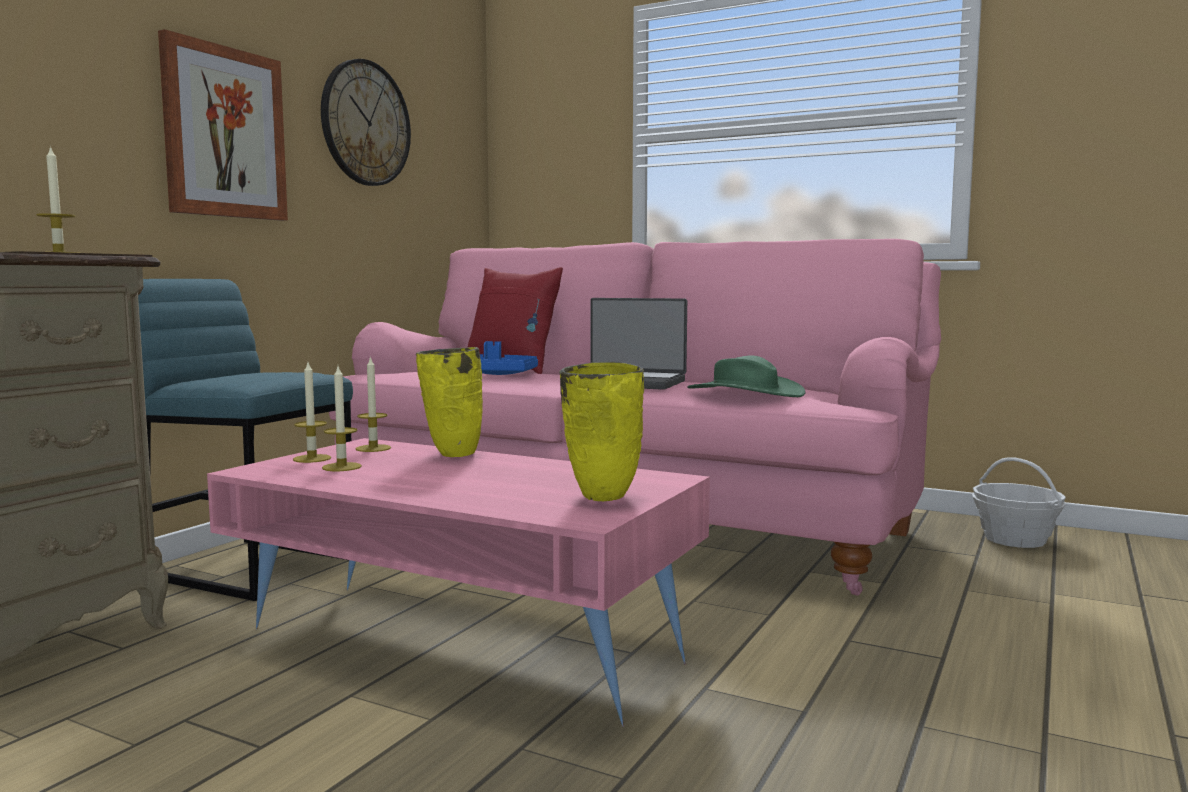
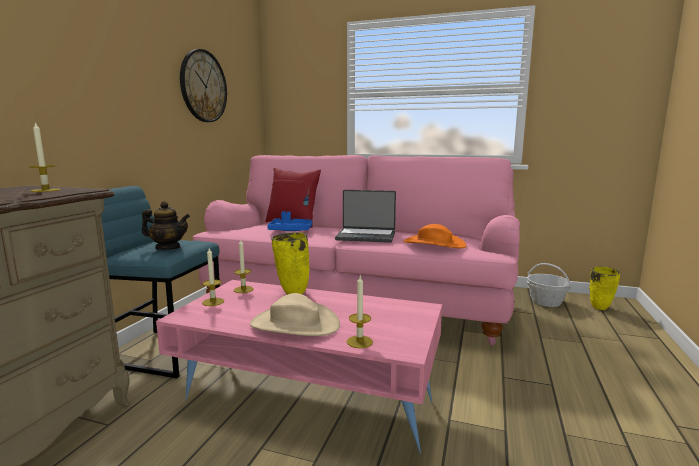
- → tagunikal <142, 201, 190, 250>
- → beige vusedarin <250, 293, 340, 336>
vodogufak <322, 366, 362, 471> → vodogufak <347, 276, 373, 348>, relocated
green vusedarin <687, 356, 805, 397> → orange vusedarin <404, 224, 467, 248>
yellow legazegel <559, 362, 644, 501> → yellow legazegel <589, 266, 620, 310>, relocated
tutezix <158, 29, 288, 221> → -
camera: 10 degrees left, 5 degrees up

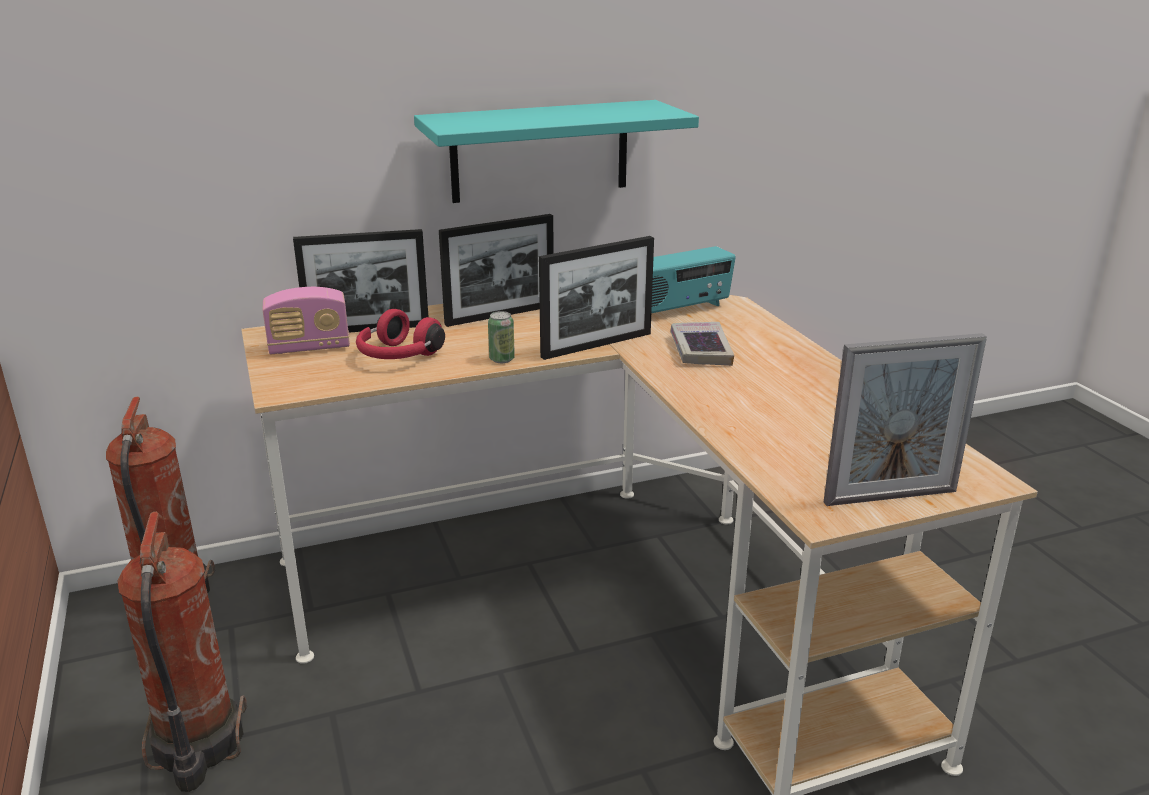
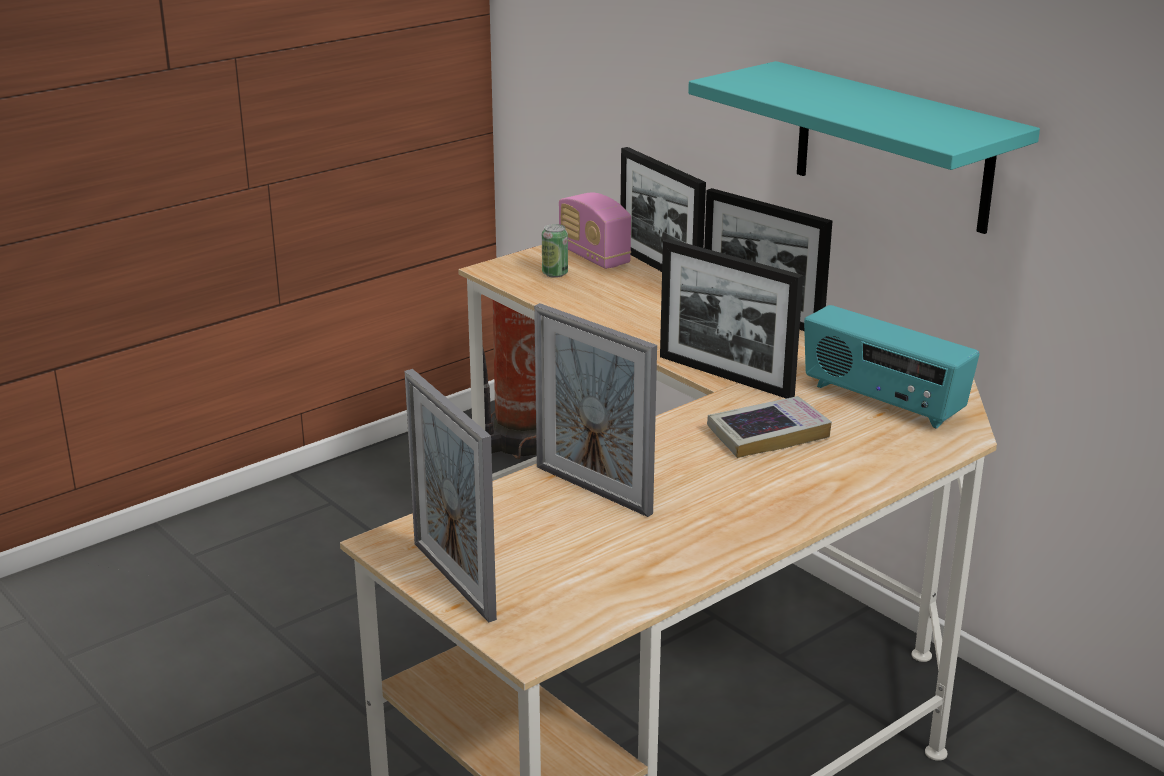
- → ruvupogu <534, 303, 657, 517>
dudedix <488, 311, 515, 363> → dudedix <542, 224, 568, 278>, relocated
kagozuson <118, 512, 247, 792> → -
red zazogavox <356, 309, 445, 359> → -
camera: 70 degrees right, 0 degrees up

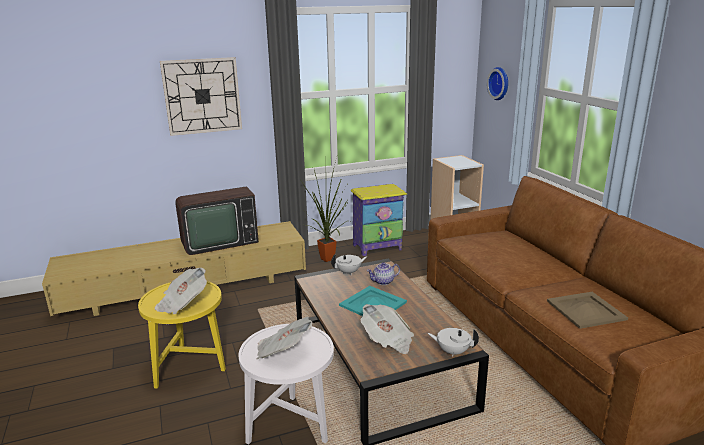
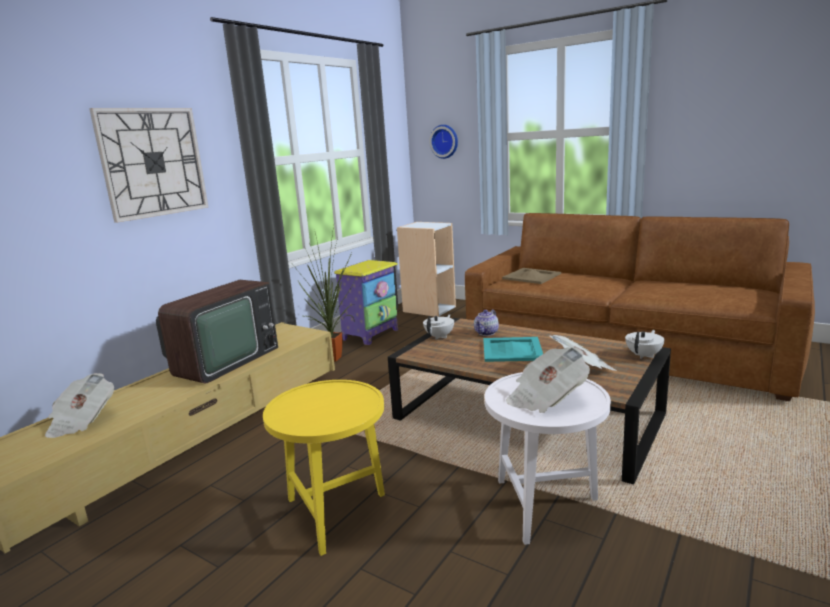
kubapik <154, 268, 207, 314> → kubapik <45, 373, 114, 438>, relocated
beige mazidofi <547, 292, 628, 329> → beige mazidofi <502, 268, 561, 284>, relocated
white tagunikal <428, 328, 479, 357> → white tagunikal <625, 330, 665, 359>, 150 degrees clockwise
camera: 35 degrees left, 5 degrees down

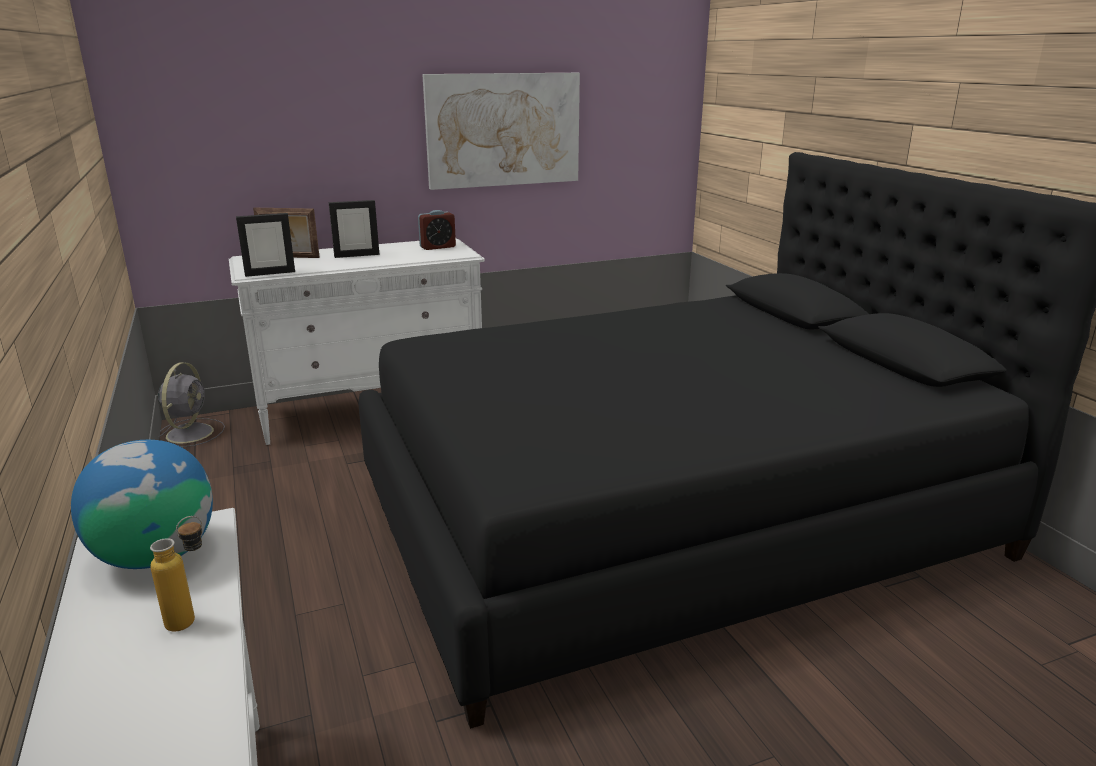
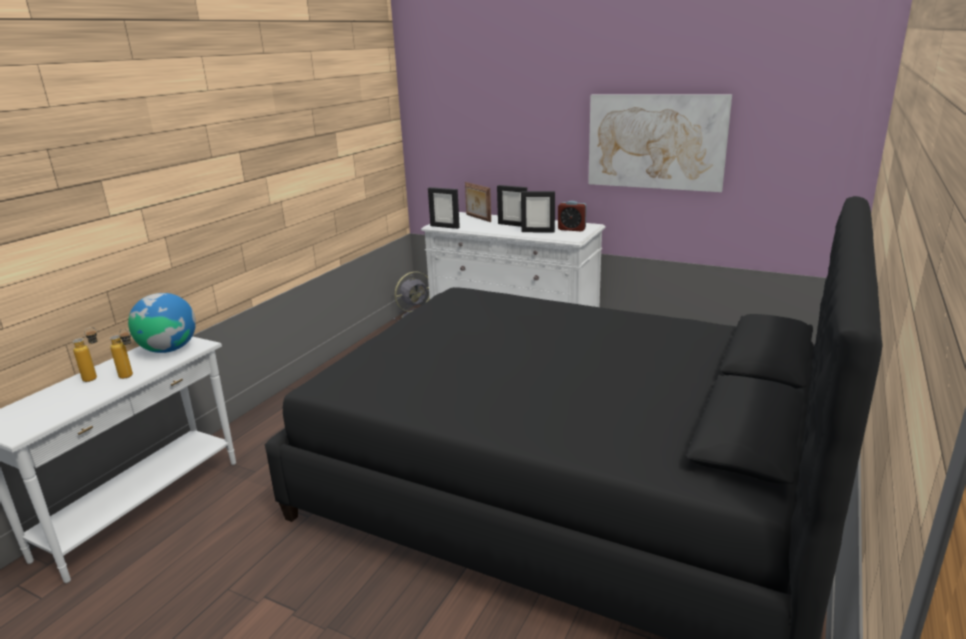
- → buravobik <72, 327, 97, 382>
- → ruvupogu <521, 191, 555, 233>
camera: 50 degrees right, 0 degrees up

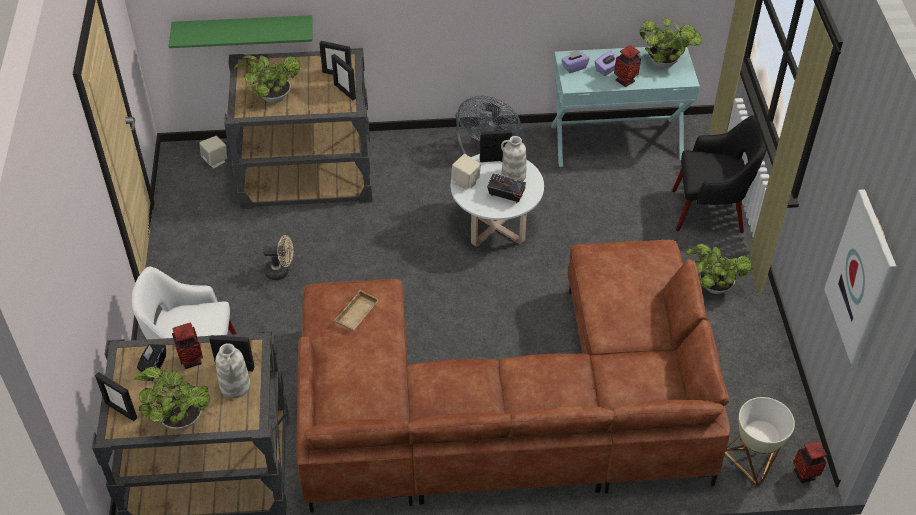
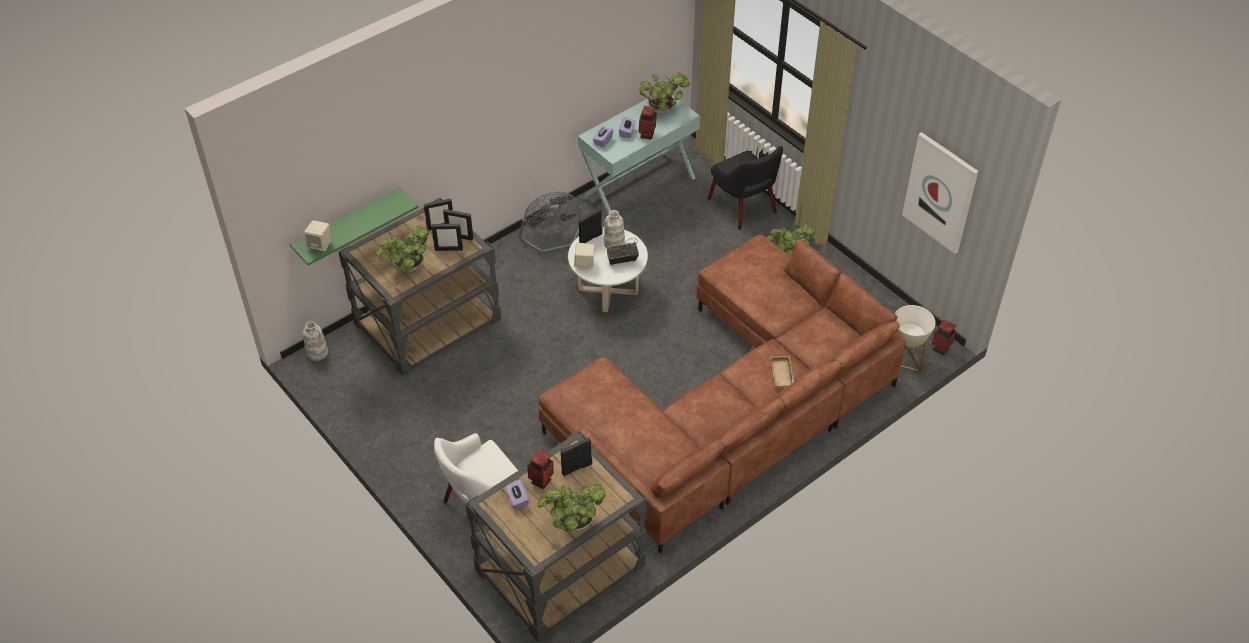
white legazegel <215, 343, 251, 398> → white legazegel <303, 321, 328, 361>, relocated
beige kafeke <199, 136, 227, 168> → beige kafeke <304, 220, 332, 251>, relocated
ruvupogu <95, 372, 137, 421> → ruvupogu <431, 224, 463, 251>, relocated
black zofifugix <137, 344, 166, 372> → purple zofifugix <506, 479, 529, 509>
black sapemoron <672, 115, 767, 233> → black sapemoron <708, 146, 783, 230>, 90 degrees clockwise
beige mazidofi <335, 290, 379, 330> → beige mazidofi <770, 356, 794, 388>, relocated
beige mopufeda <263, 235, 293, 280> → -
camera: 35 degrees left, 0 degrees up

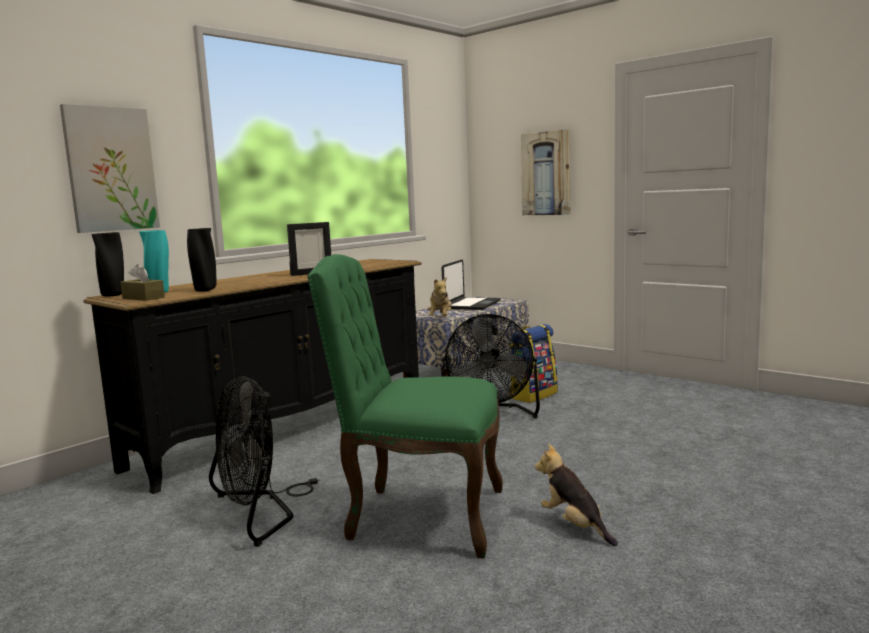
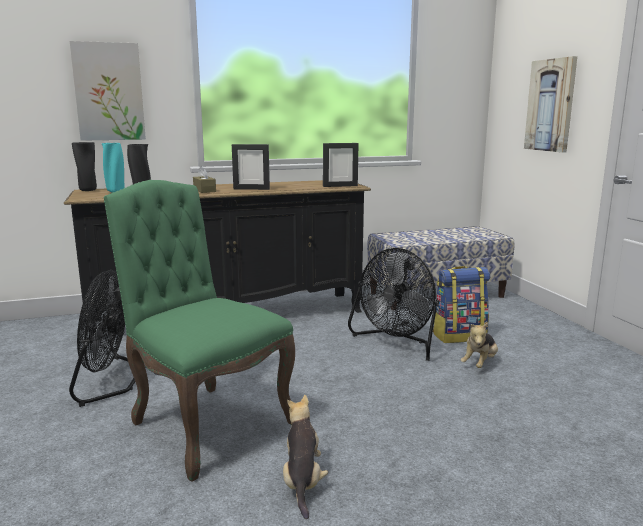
brown zofifugix <120, 264, 165, 301> → brown zofifugix <193, 166, 216, 193>, relocated
- → ruvupogu <323, 143, 359, 187>
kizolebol <427, 277, 452, 316> → kizolebol <460, 323, 498, 368>, relocated
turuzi <442, 260, 501, 310> → -
camera: 30 degrees right, 5 degrees up

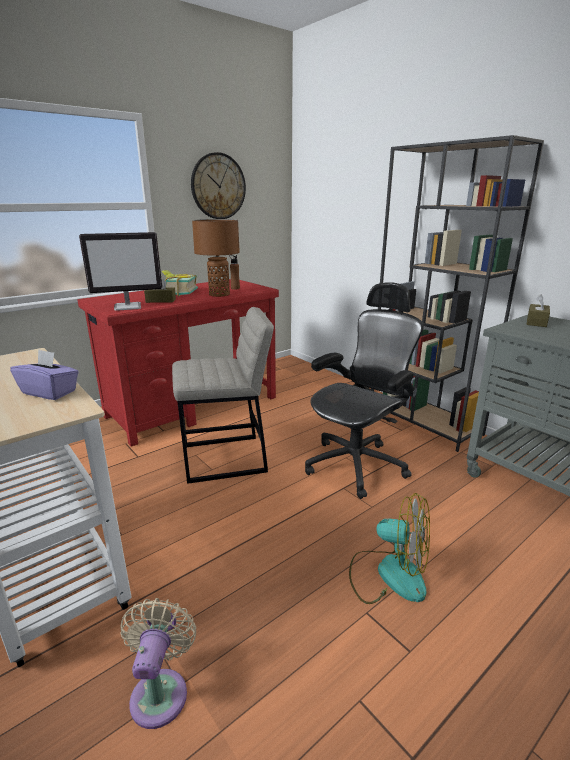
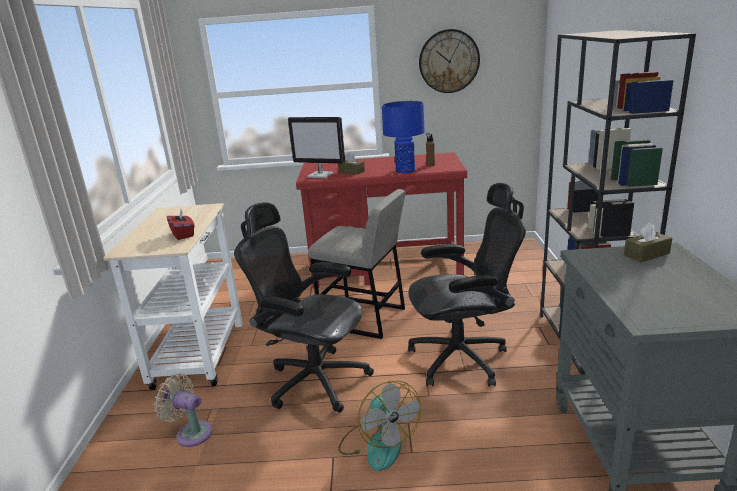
beige mopufeda <120, 598, 196, 729> → beige mopufeda <154, 374, 213, 447>, 105 degrees counterclockwise
purple zofifugix <10, 349, 79, 400> → red zofifugix <167, 210, 195, 240>
- → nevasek <234, 202, 374, 413>
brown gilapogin <192, 219, 240, 297> → blue gilapogin <382, 101, 425, 173>
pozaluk <162, 270, 198, 296> → -
camera: 40 degrees right, 0 degrees up

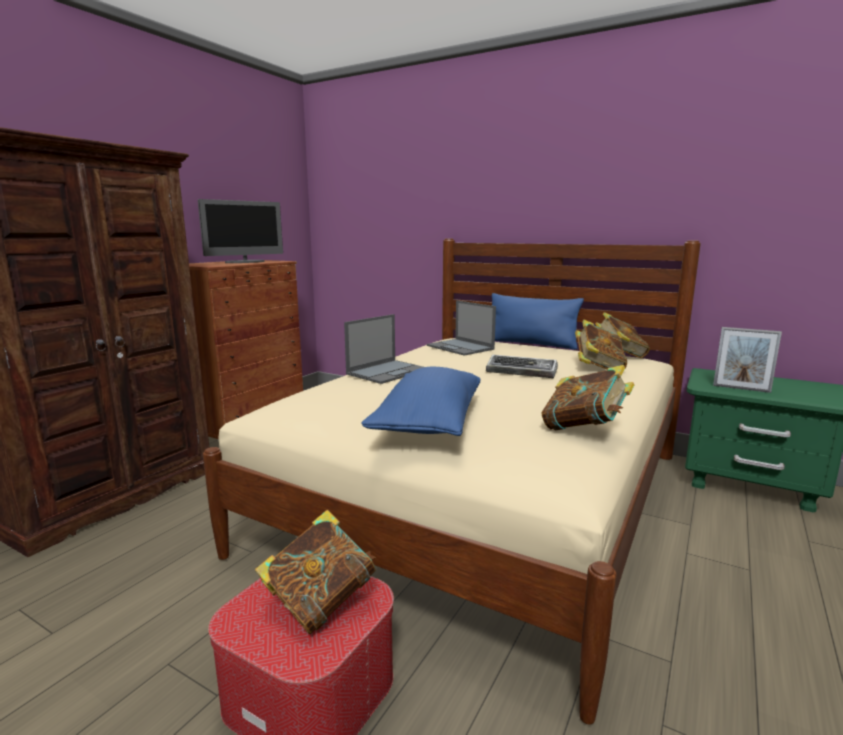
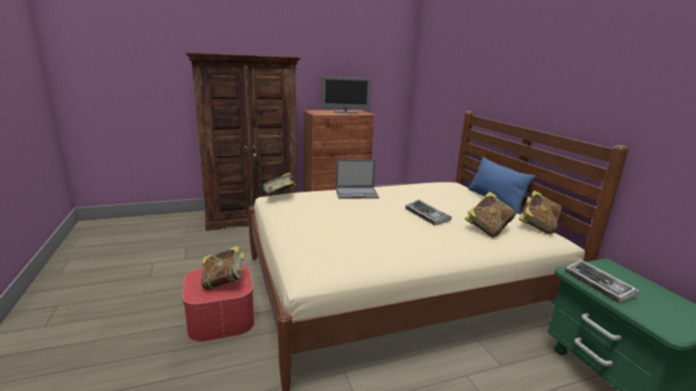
pozaluk <542, 365, 634, 430> → pozaluk <263, 172, 296, 195>, relocated
ruvupogu <713, 327, 782, 393> → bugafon <565, 260, 640, 303>
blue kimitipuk <361, 366, 480, 436> → -
turuzi <427, 300, 496, 356> → -
camera: 40 degrees right, 5 degrees up

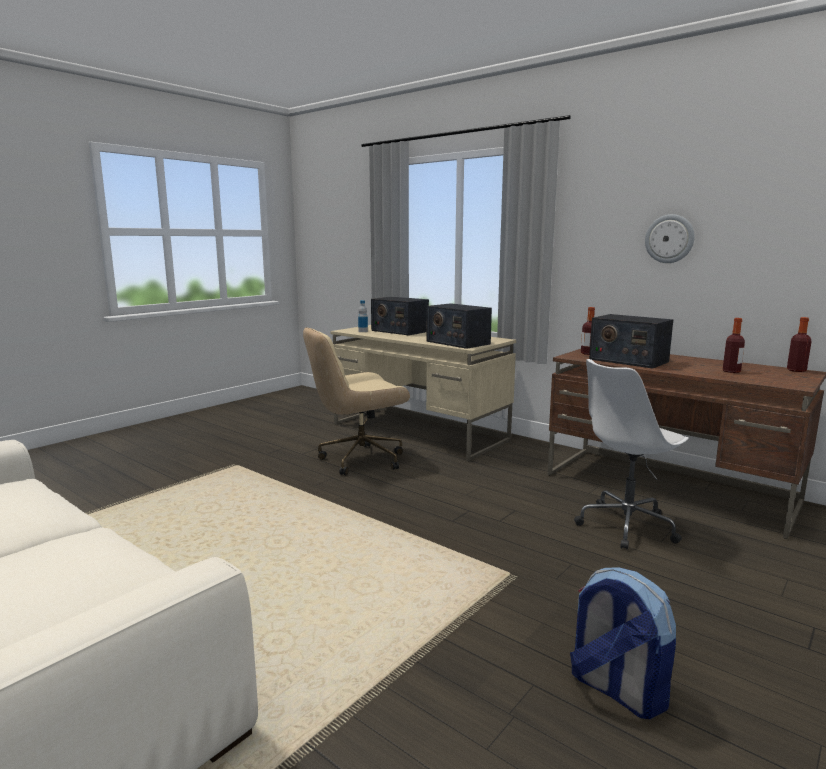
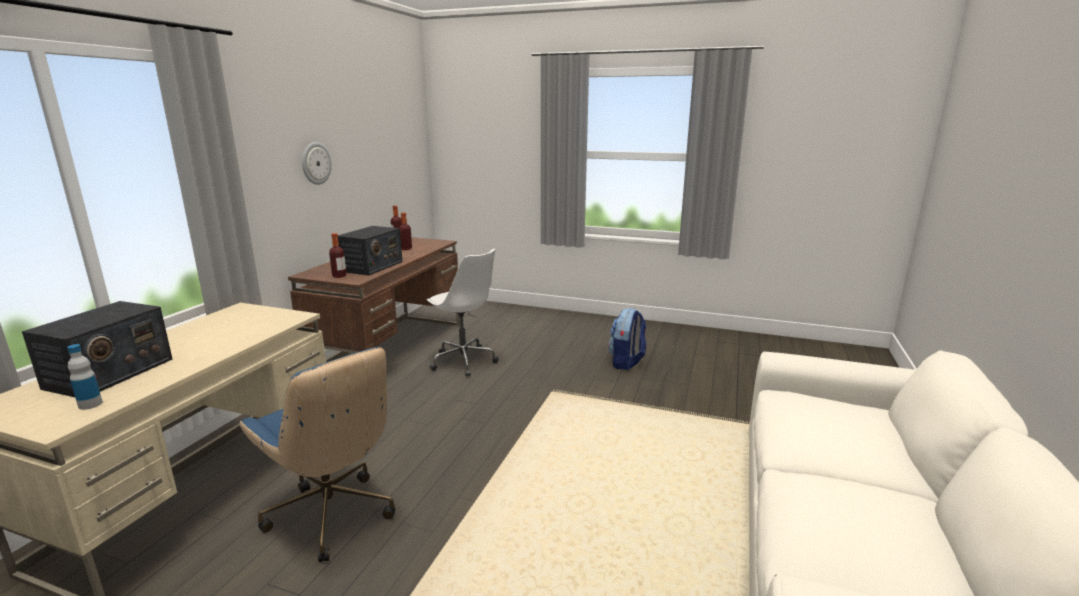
beige nevasek <303, 327, 410, 475> → blue nevasek <240, 347, 395, 562>
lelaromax <427, 303, 492, 349> → -
camera: 110 degrees left, 5 degrees up

